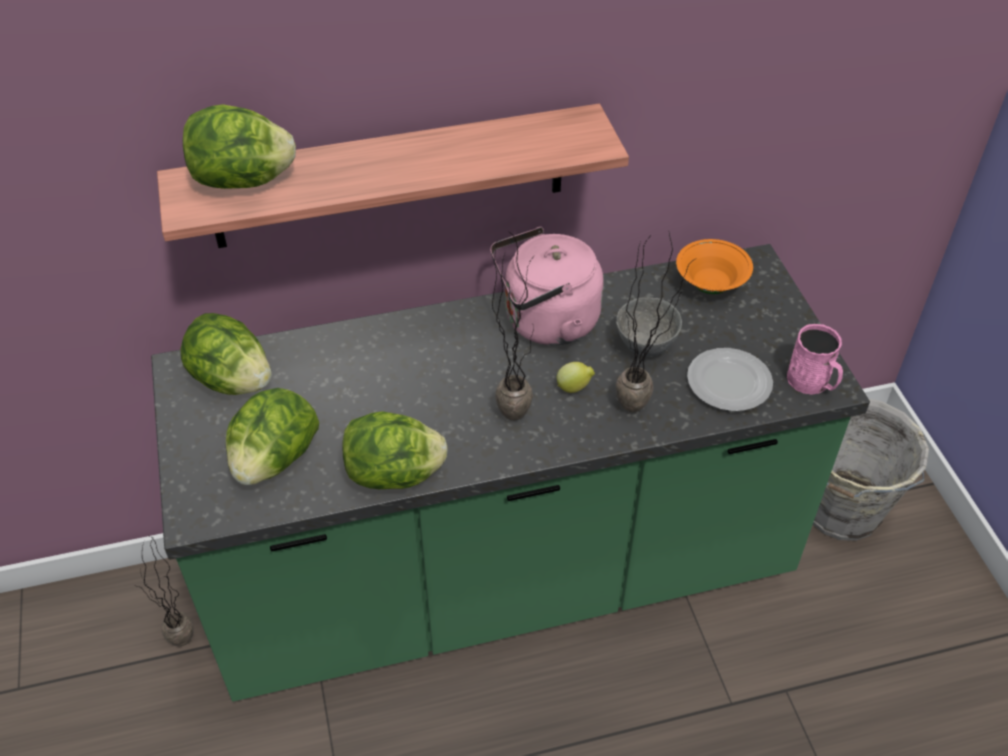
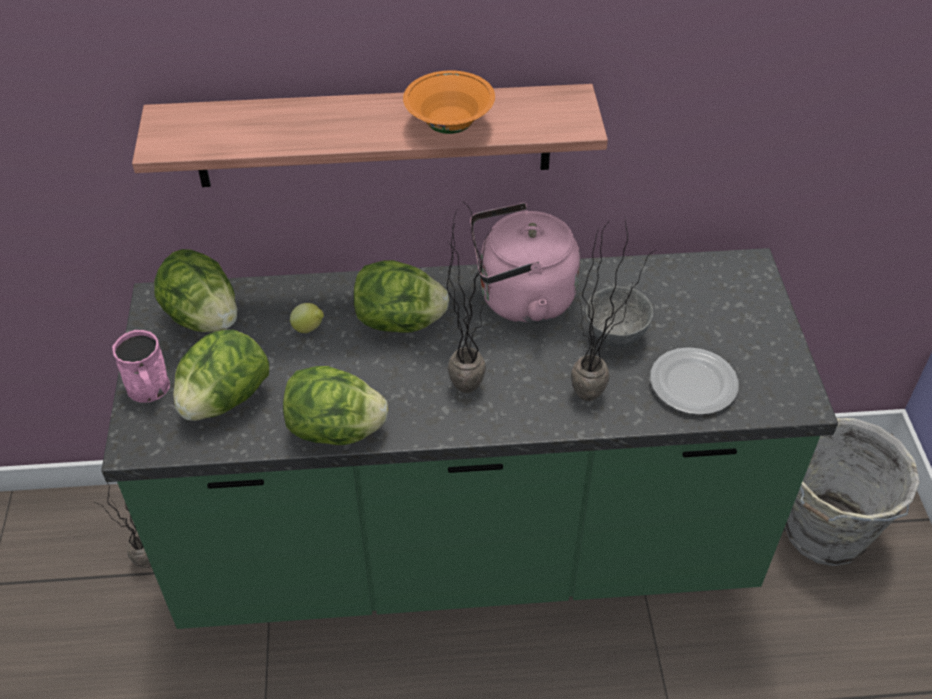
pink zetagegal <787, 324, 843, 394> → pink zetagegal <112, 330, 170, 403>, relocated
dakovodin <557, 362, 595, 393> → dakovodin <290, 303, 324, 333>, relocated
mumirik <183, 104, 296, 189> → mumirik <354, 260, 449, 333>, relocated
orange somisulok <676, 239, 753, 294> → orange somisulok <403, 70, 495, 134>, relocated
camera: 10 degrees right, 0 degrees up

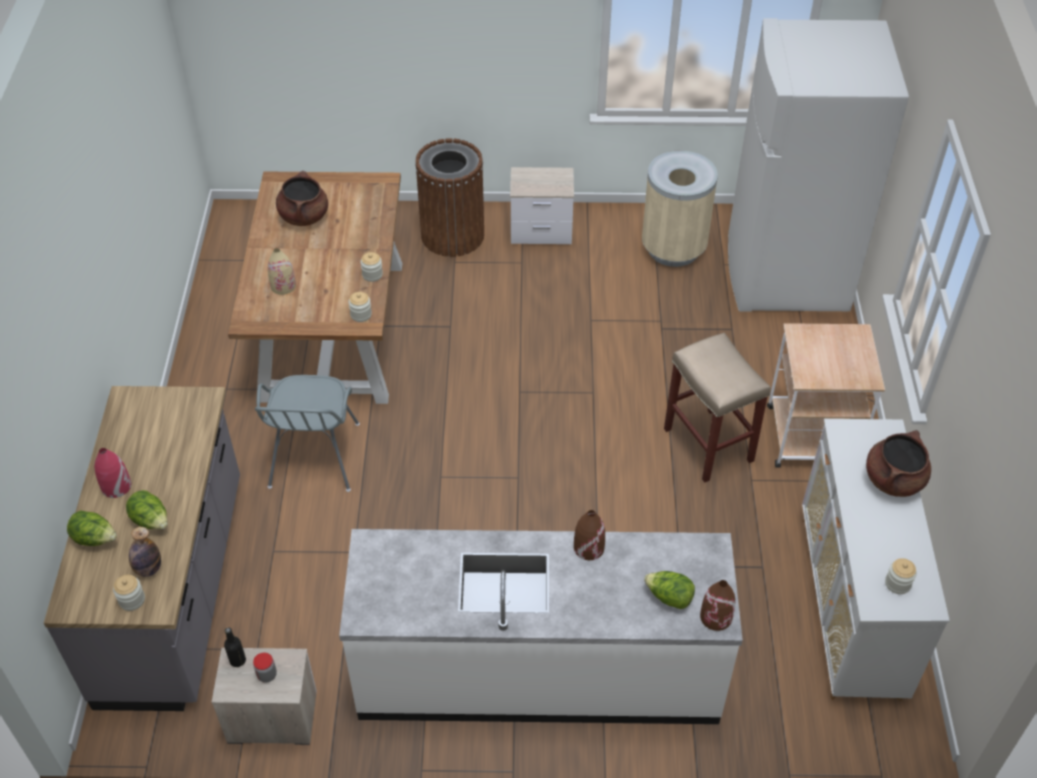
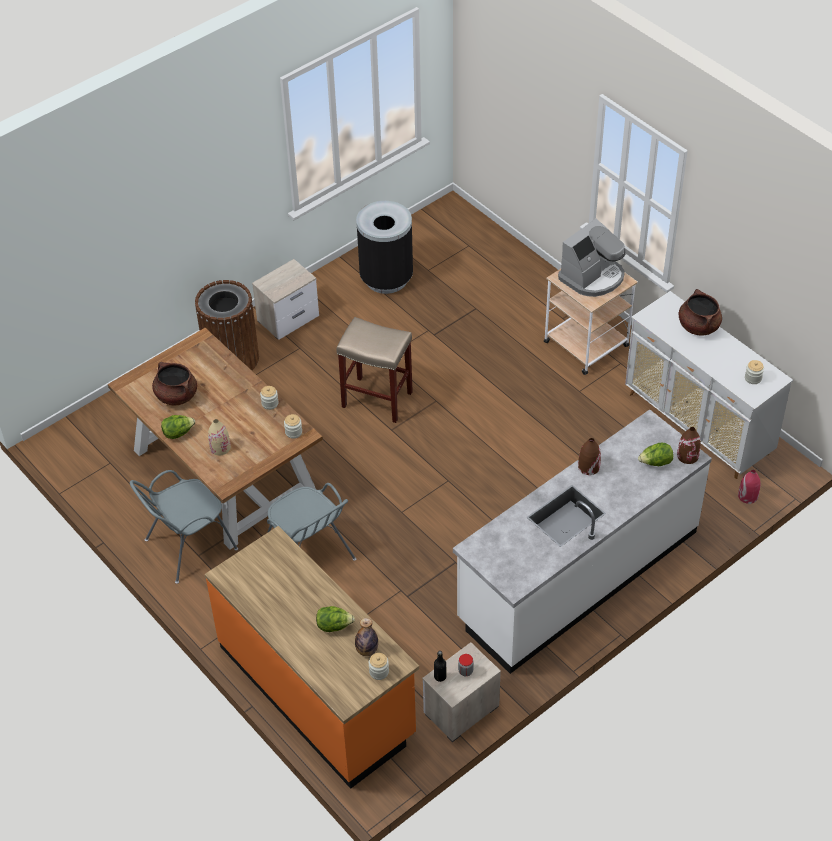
- → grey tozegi <130, 470, 238, 584>
mumirik <67, 511, 117, 546> → mumirik <161, 415, 195, 439>, relocated
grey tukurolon <44, 386, 240, 711> → orange tukurolon <205, 526, 419, 789>
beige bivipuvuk <664, 333, 771, 482> → beige bivipuvuk <336, 317, 413, 423>, relocated
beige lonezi <642, 150, 718, 267> → black lonezi <356, 201, 413, 294>
- → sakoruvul <558, 219, 626, 297>
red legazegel <94, 448, 131, 498> → red legazegel <738, 470, 761, 504>, relocated
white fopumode <728, 18, 909, 312> → -
camera: 40 degrees left, 0 degrees up

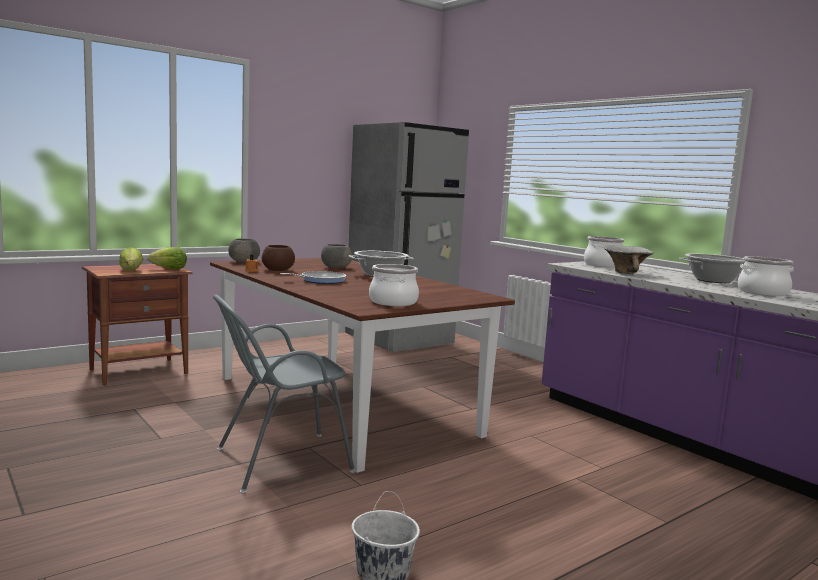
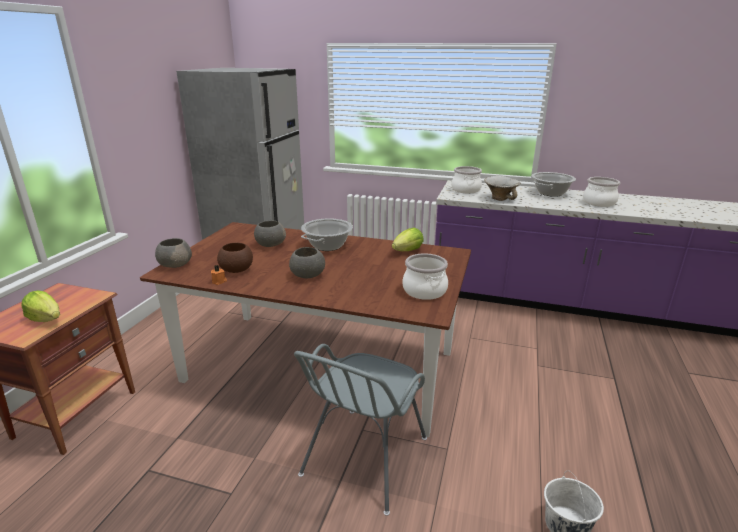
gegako <280, 271, 346, 284> → grey somisulok <289, 247, 325, 278>
mumirik <148, 247, 187, 270> → mumirik <392, 227, 424, 251>, relocated
camera: 35 degrees left, 15 degrees up

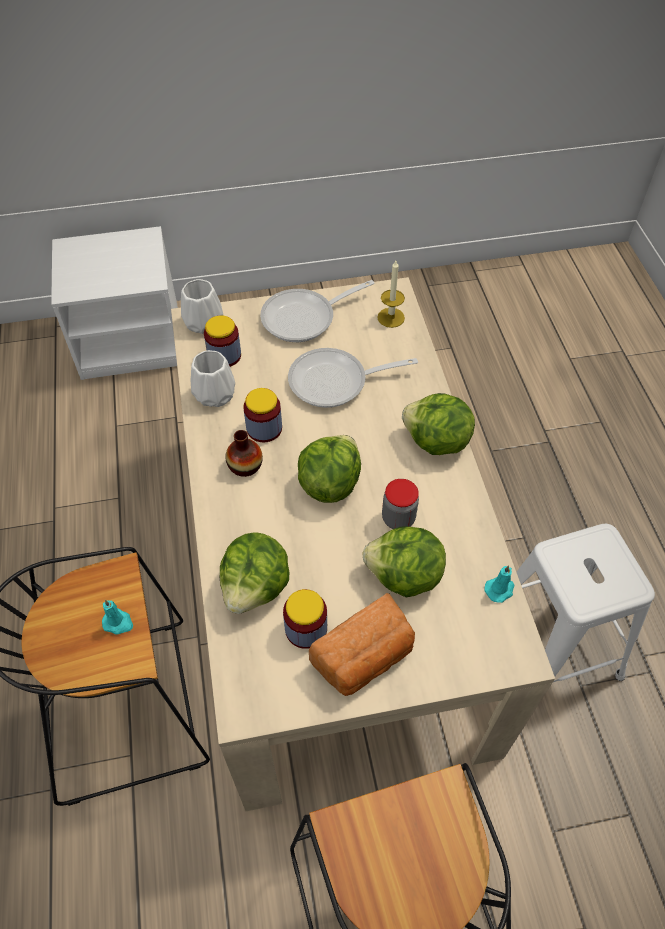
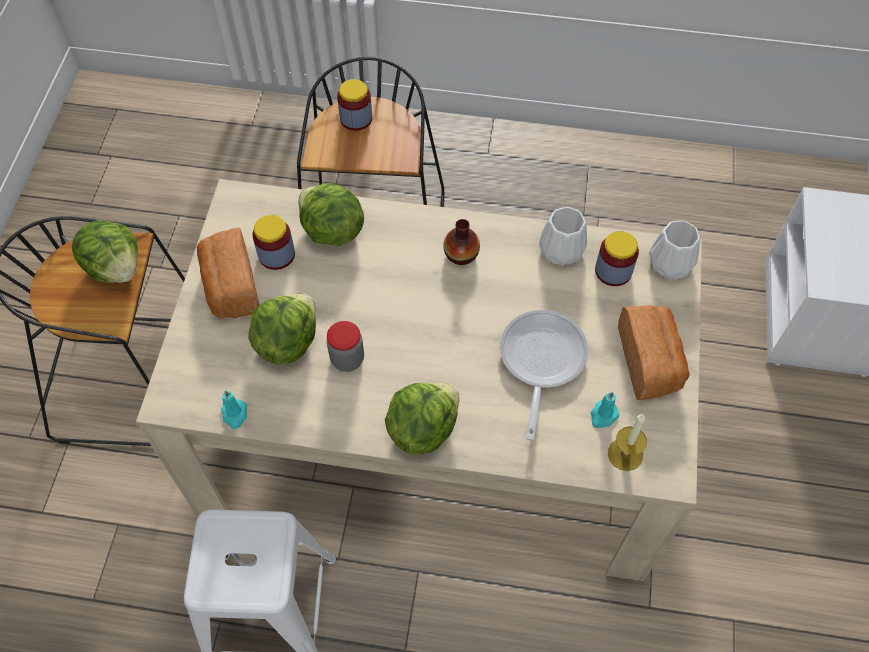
mumirik <298, 435, 361, 503> → mumirik <72, 220, 138, 283>, relocated
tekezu <243, 388, 282, 442> → tekezu <337, 79, 372, 131>, relocated
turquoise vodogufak <102, 600, 133, 635> → turquoise vodogufak <591, 392, 619, 428>, relocated
gegako <260, 280, 374, 342> → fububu <618, 305, 690, 400>
camera: 110 degrees right, 5 degrees up

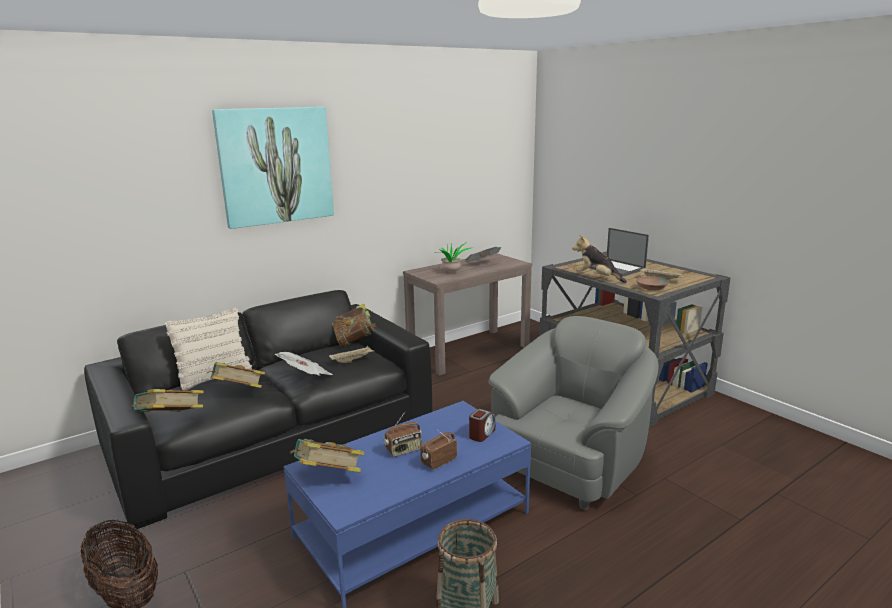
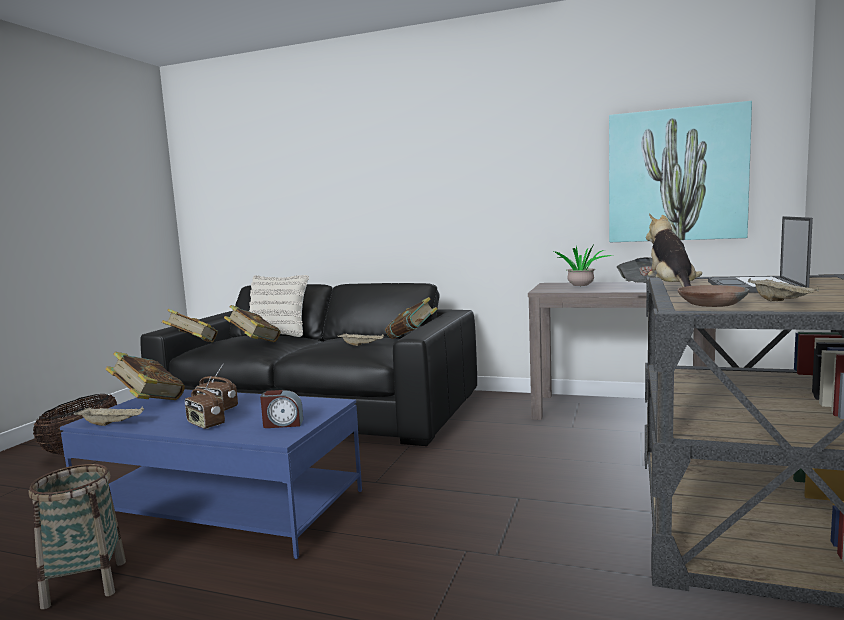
- → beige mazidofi <74, 407, 144, 426>
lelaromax <420, 430, 457, 470> → lelaromax <185, 376, 225, 429>, 150 degrees counterclockwise
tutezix <212, 107, 334, 229> → tutezix <609, 101, 752, 242>, relocated
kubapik <275, 352, 333, 376> → -
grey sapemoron <489, 316, 658, 510> → -
camera: 55 degrees right, 10 degrees down

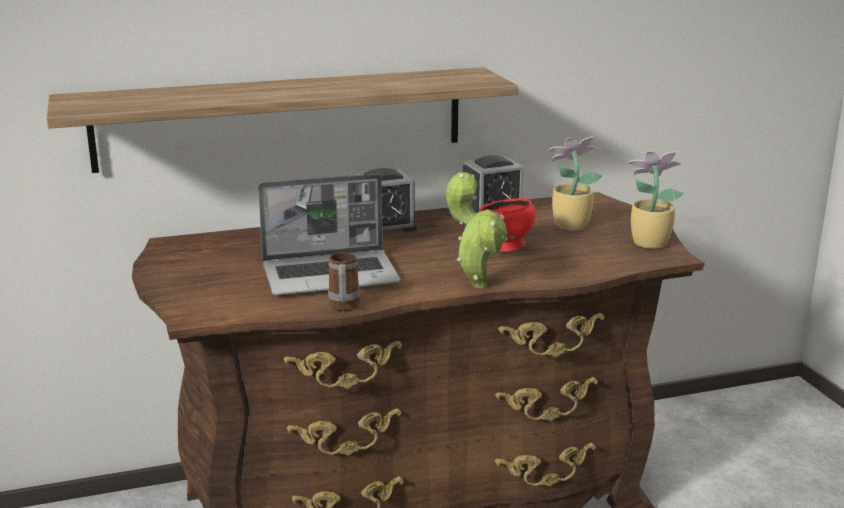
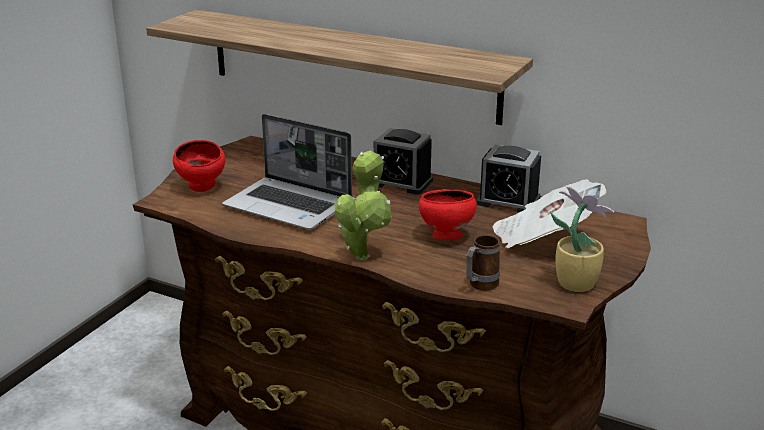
- → red somisulok <173, 140, 225, 192>
zetagegal <328, 252, 360, 311> → zetagegal <466, 235, 500, 291>, relocated
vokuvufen <548, 136, 603, 231> → kubapik <492, 179, 606, 248>
camera: 45 degrees right, 5 degrees up

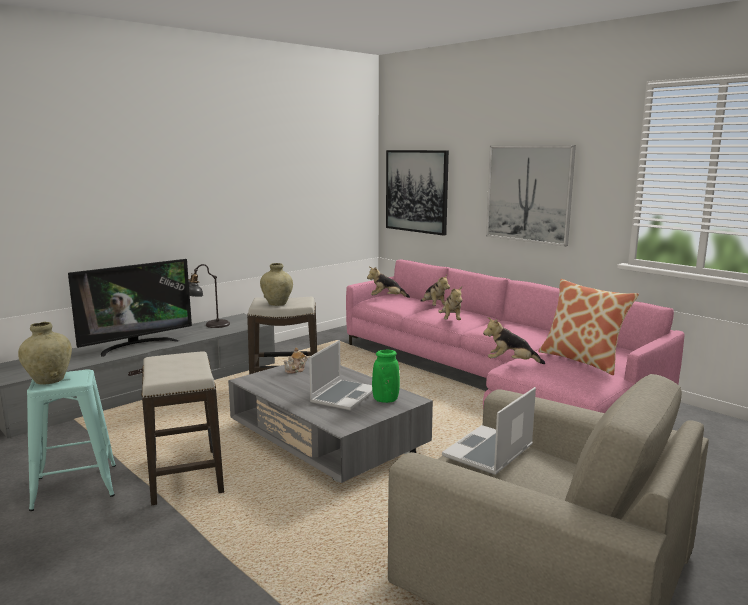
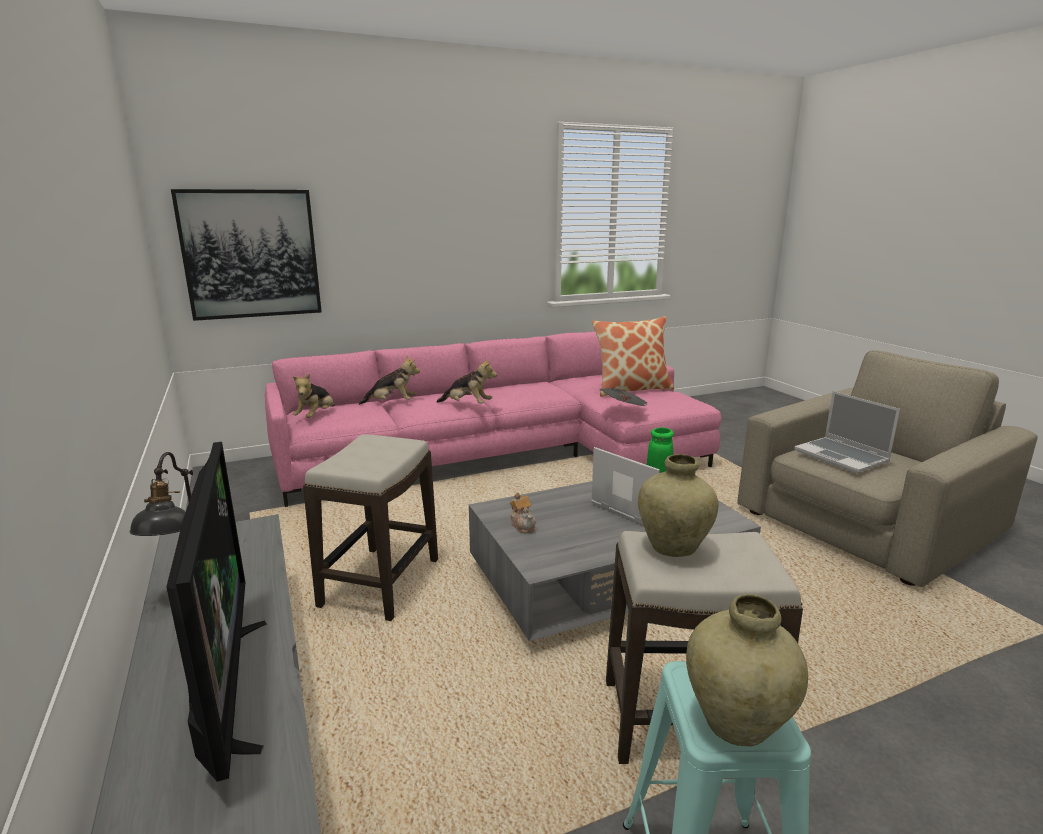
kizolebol <483, 317, 545, 364> → kubapik <599, 388, 648, 406>
beige legazegel <260, 263, 293, 306> → beige legazegel <638, 454, 718, 557>, relocated
tutezix <486, 145, 576, 246> → -
camera: 70 degrees left, 5 degrees up

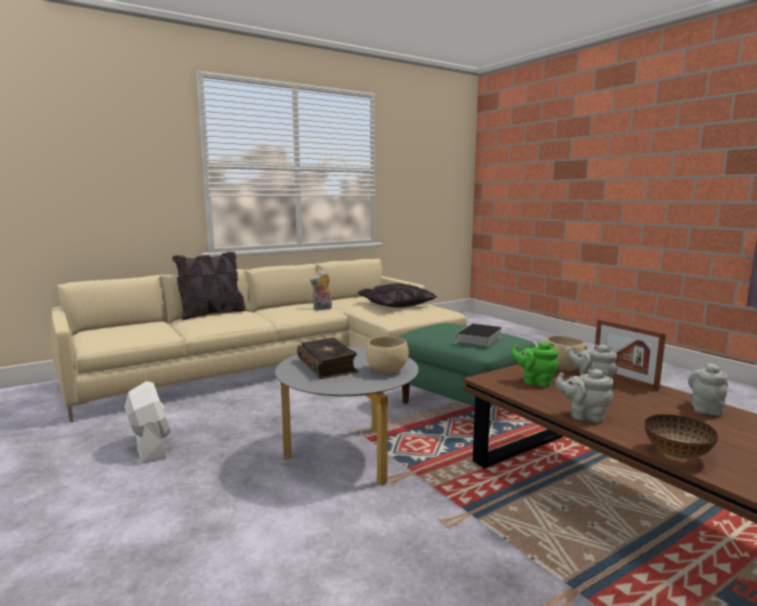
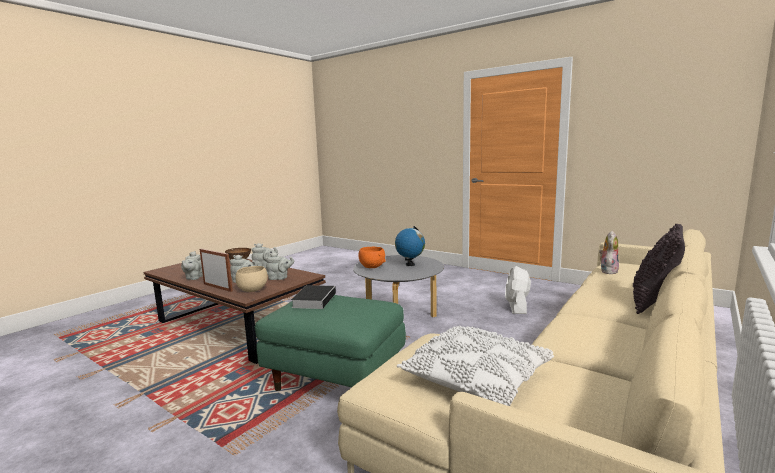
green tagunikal <511, 342, 559, 387> → grey tagunikal <266, 252, 294, 280>
beige somisulok <366, 336, 409, 373> → orange somisulok <358, 247, 386, 268>
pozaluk <297, 338, 358, 379> → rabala <395, 226, 425, 266>
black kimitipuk <358, 283, 437, 308> → white kimitipuk <397, 326, 554, 406>
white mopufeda <125, 381, 171, 463> → white mopufeda <505, 266, 531, 314>, 60 degrees clockwise
kizolebol <310, 270, 332, 310> → kizolebol <599, 231, 619, 274>, relocated
camera: 160 degrees right, 0 degrees up

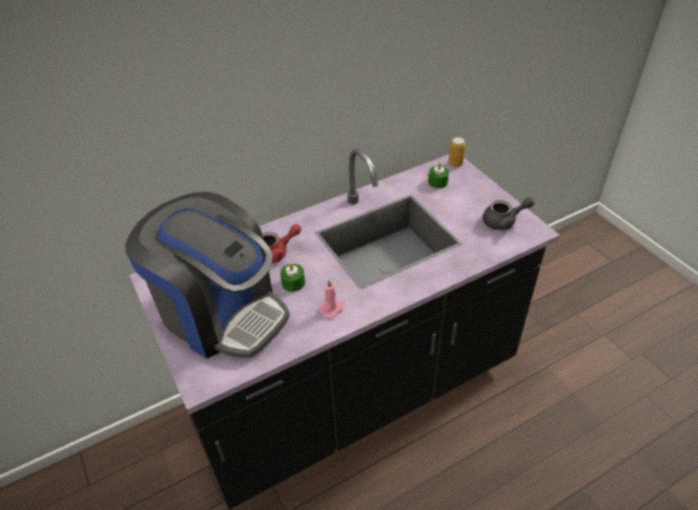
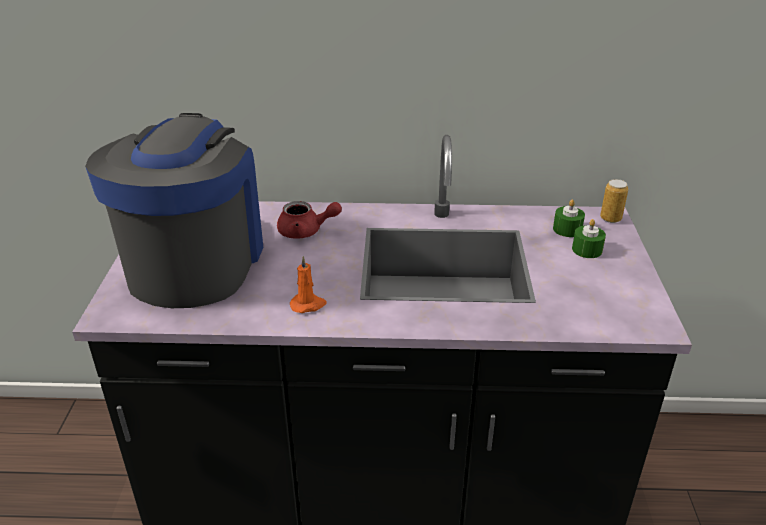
sakoruvul <125, 192, 290, 359> → sakoruvul <85, 113, 263, 308>, 150 degrees counterclockwise
pink vodogufak <319, 280, 343, 318> → orange vodogufak <290, 256, 327, 313>
green vodogufak <280, 263, 305, 292> → green vodogufak <572, 219, 606, 258>, relocated
grey tagunikal <483, 197, 535, 230> → -
camera: 30 degrees right, 10 degrees down

